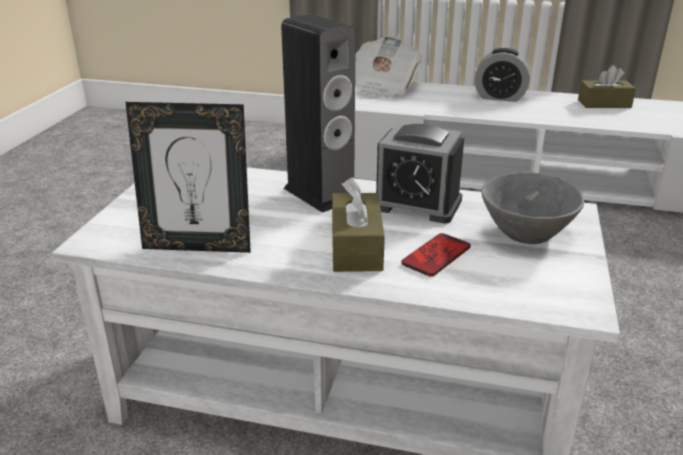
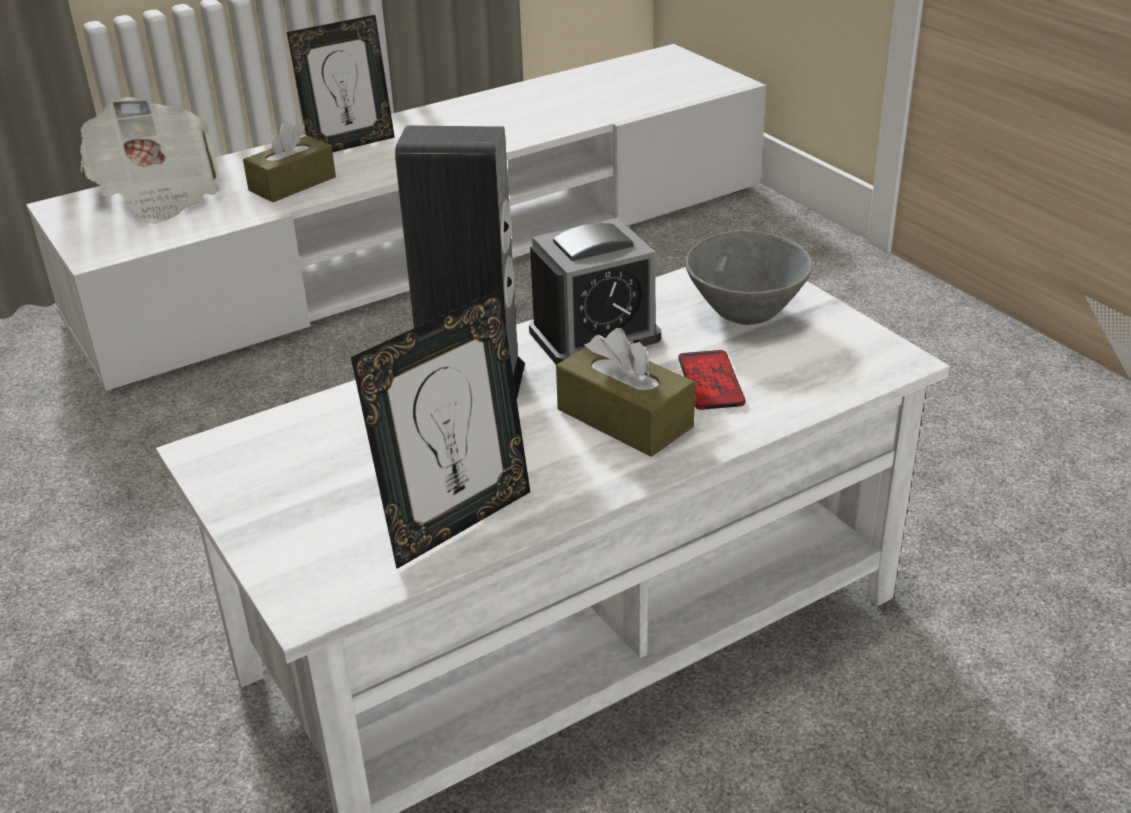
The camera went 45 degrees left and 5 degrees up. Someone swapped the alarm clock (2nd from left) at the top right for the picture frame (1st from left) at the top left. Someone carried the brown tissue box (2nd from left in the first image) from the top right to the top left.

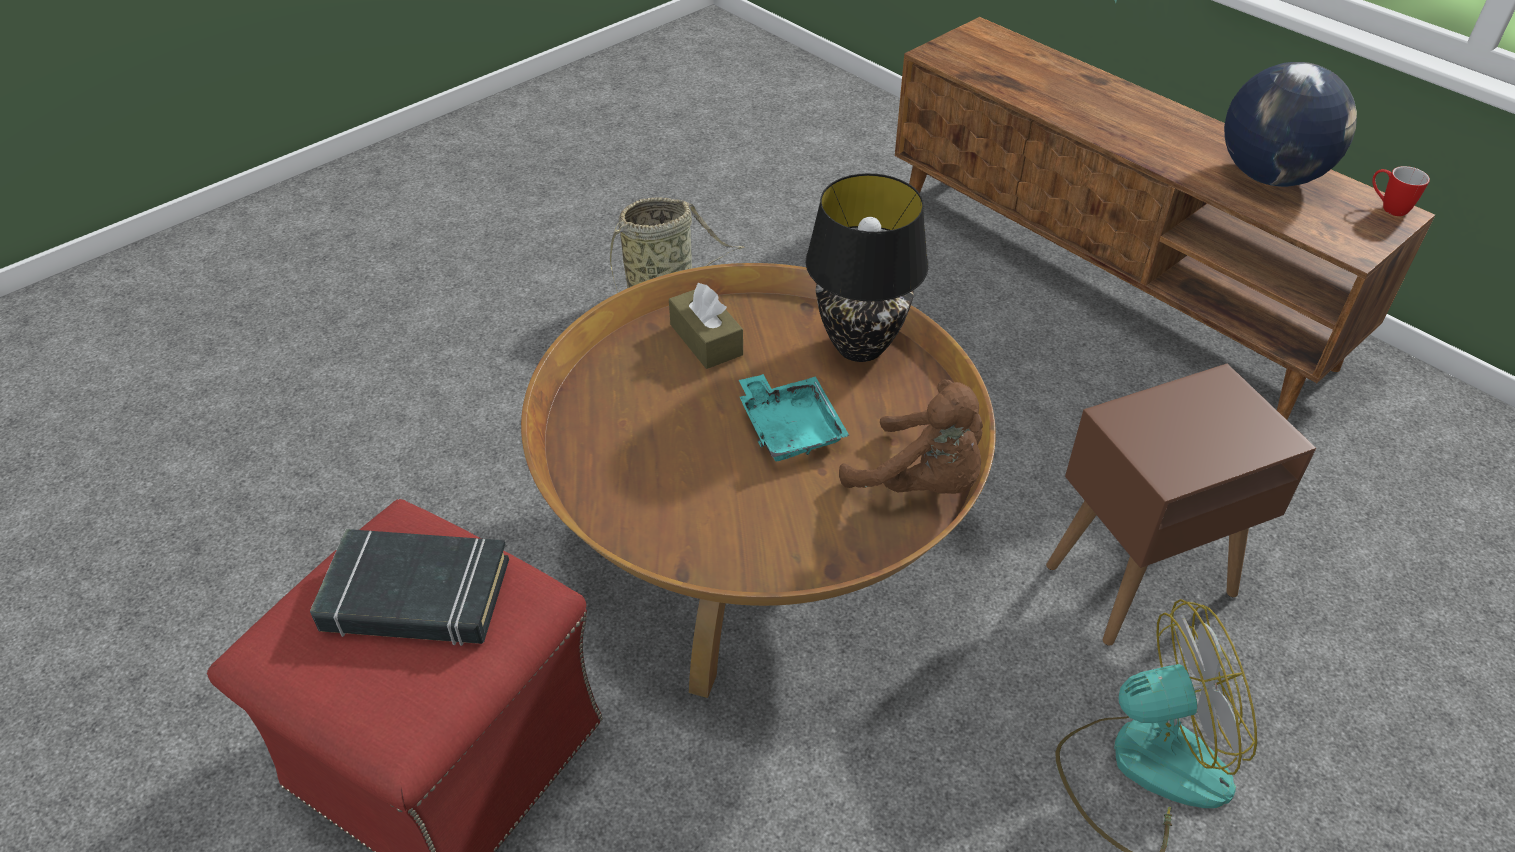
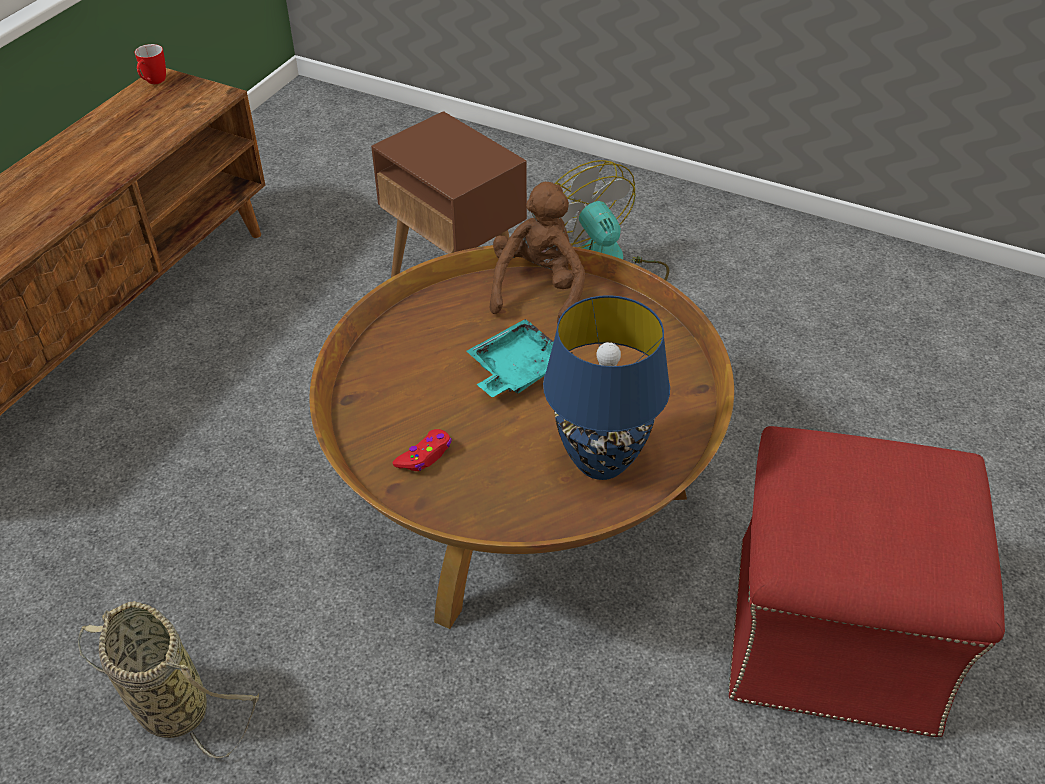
The camera went 110 degrees left and 0 degrees up. Someone took away the black book at the bottom left. Someone swapped the brown tissue box at the centre for the red game controller at the centre. Someone took away the black table lamp at the top centre. Someone took away the globe at the top right. Someone put down the blue table lamp at the centre.

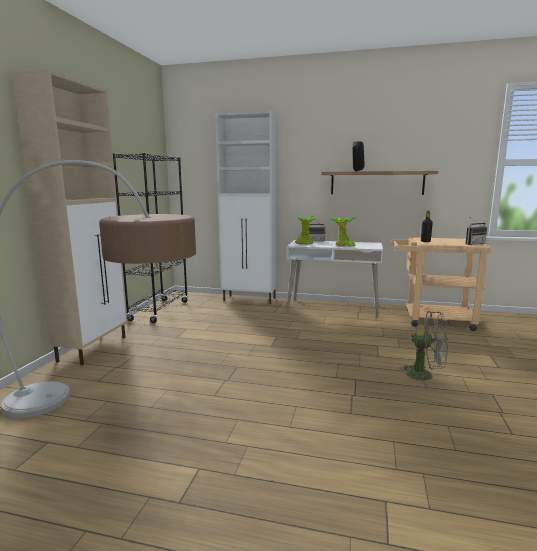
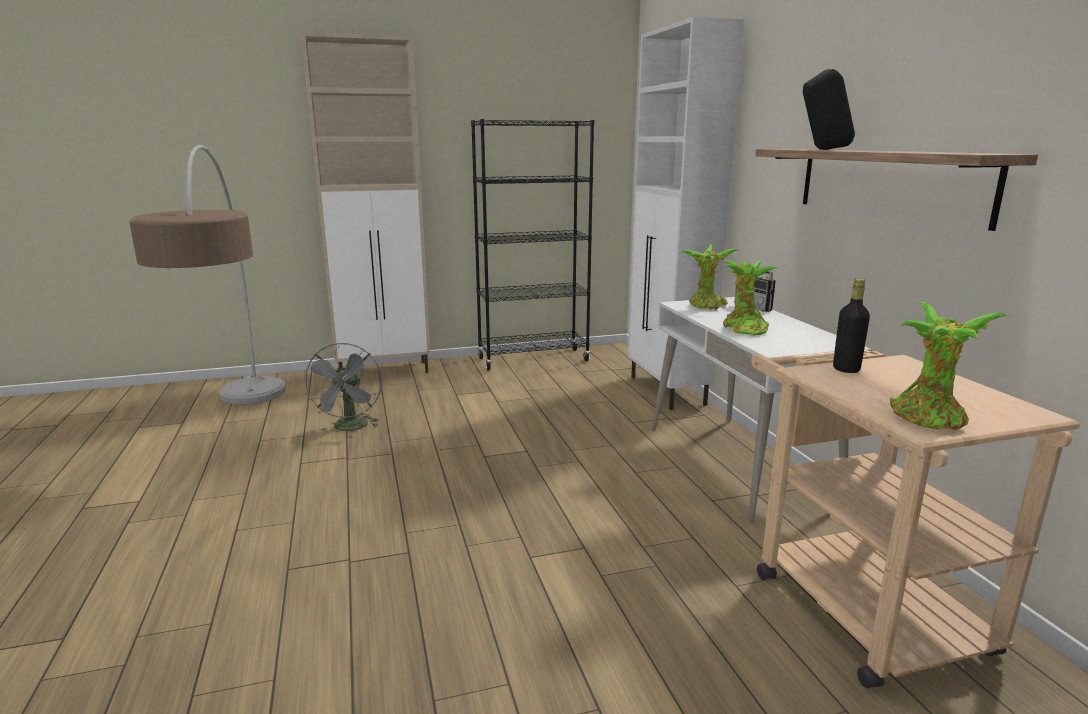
The camera went 60 degrees right and 5 degrees up. Someone carried the grey fan from the middle right to the middle left. Someone swapped the radio (2nd from left) at the middle right for the potted plant (3rd from left) at the middle right.

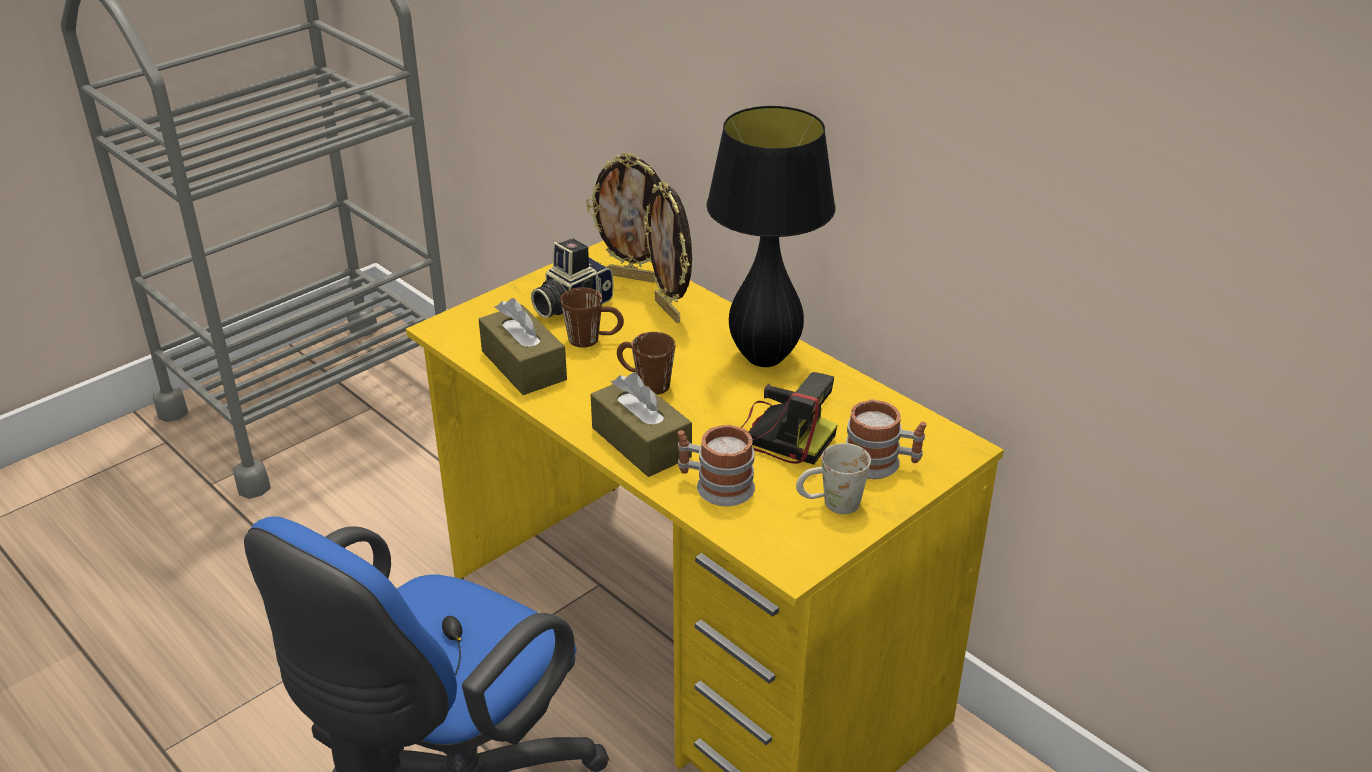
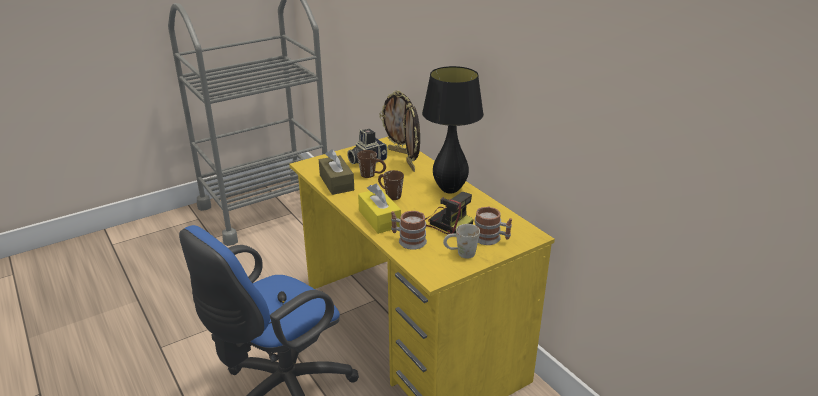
The camera went 10 degrees right and 5 degrees down. Someone repainted the brown tissue box (2nd from left) at the centre, which became the yellow tissue box at the centre.

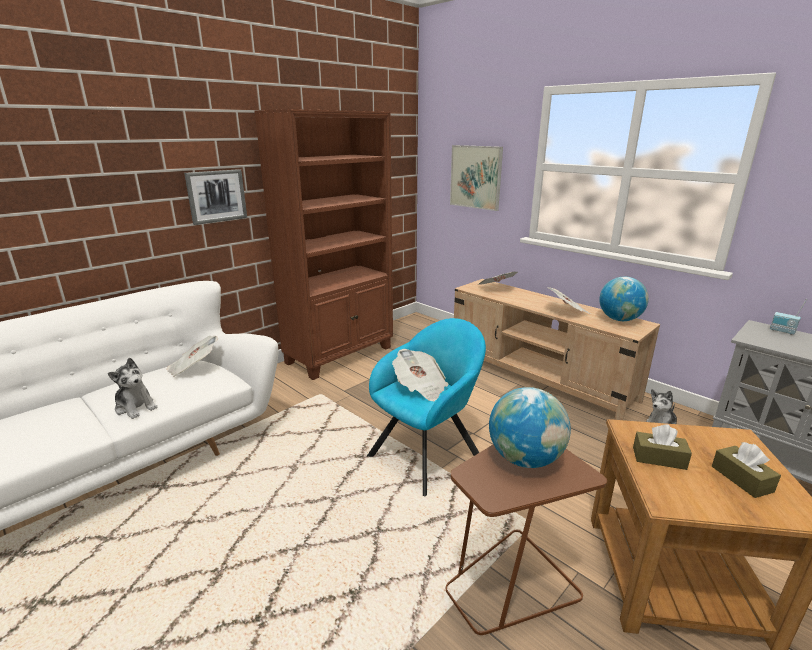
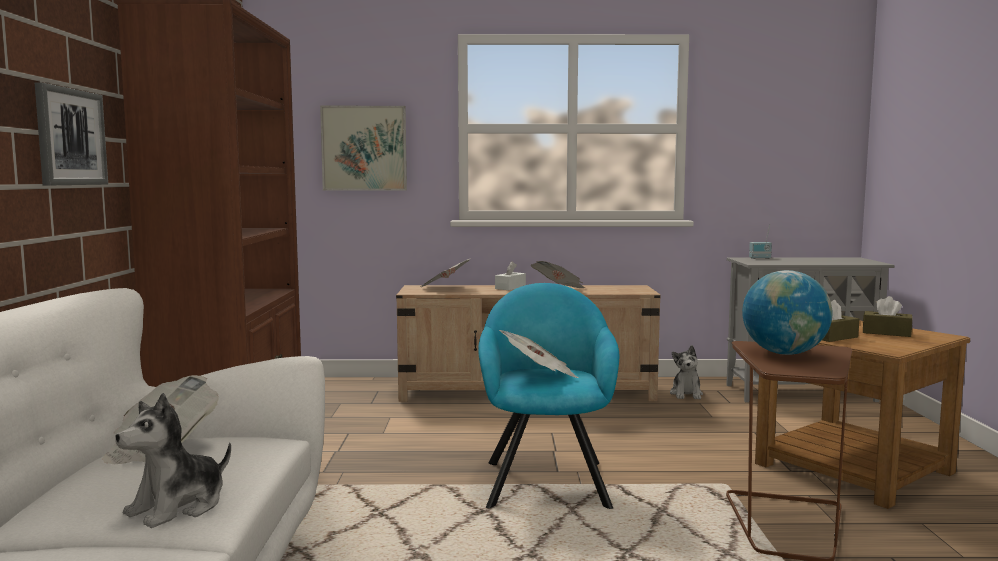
The camera went 45 degrees left and 15 degrees down. Someone rotated the plush toy (1st from left) at the middle left by 135 degrees clockwise. Someone took away the globe (2nd from left) at the middle right. Someone put down the white tissue box at the centre.

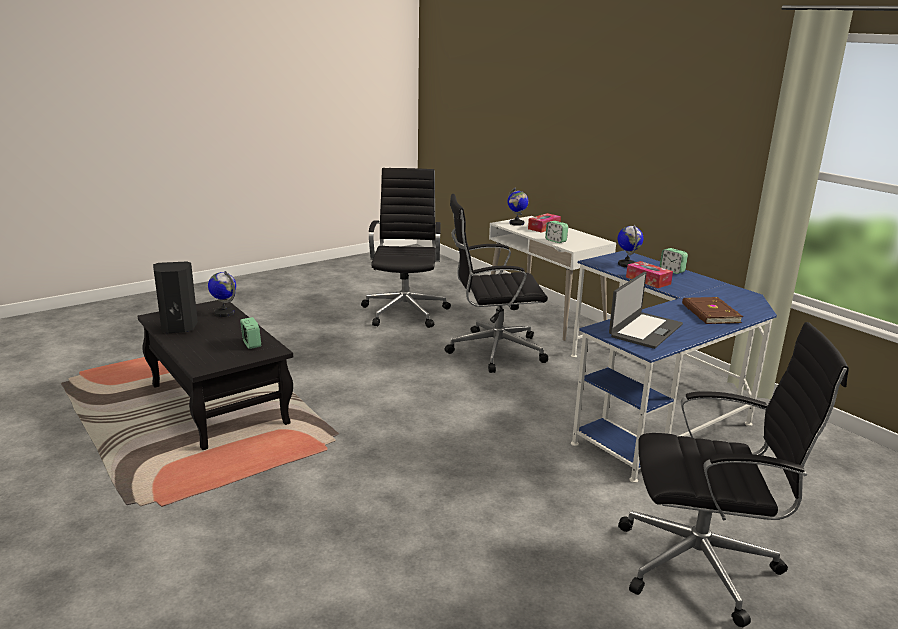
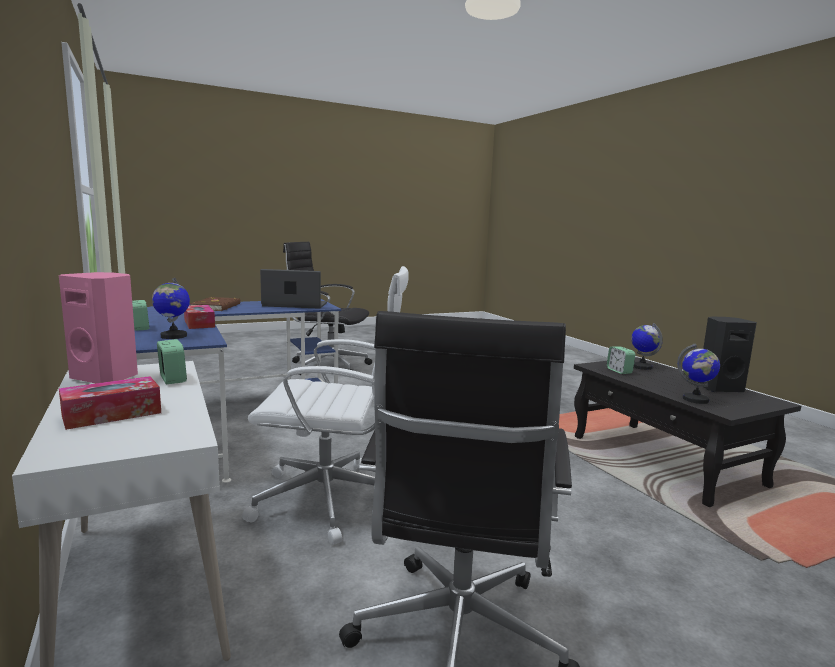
The camera went 170 degrees left and 10 degrees down. Someone repainted the black office chair (2nd from left) at the centre, which became the white office chair at the centre. Someone carried the globe (2nd from left) from the top centre to the middle right. Someone rotated the laptop at the middle right by 45 degrees clockwise. Someone put down the pink speaker at the middle left.

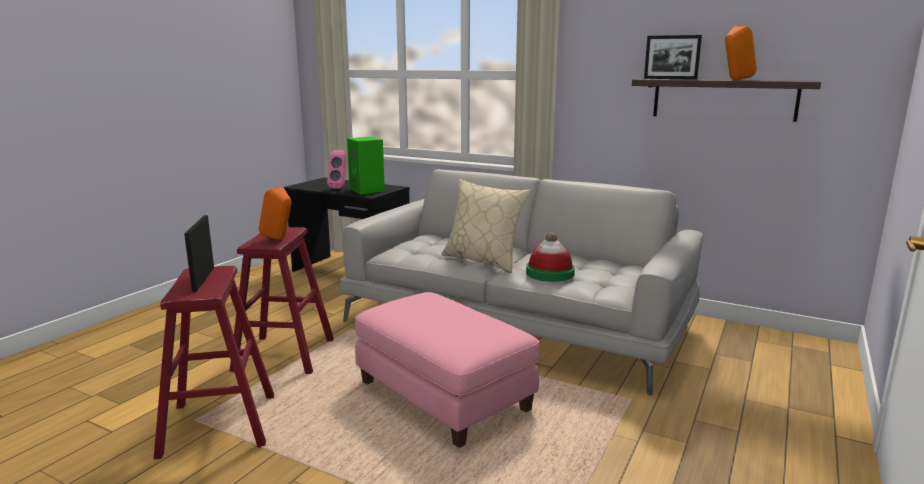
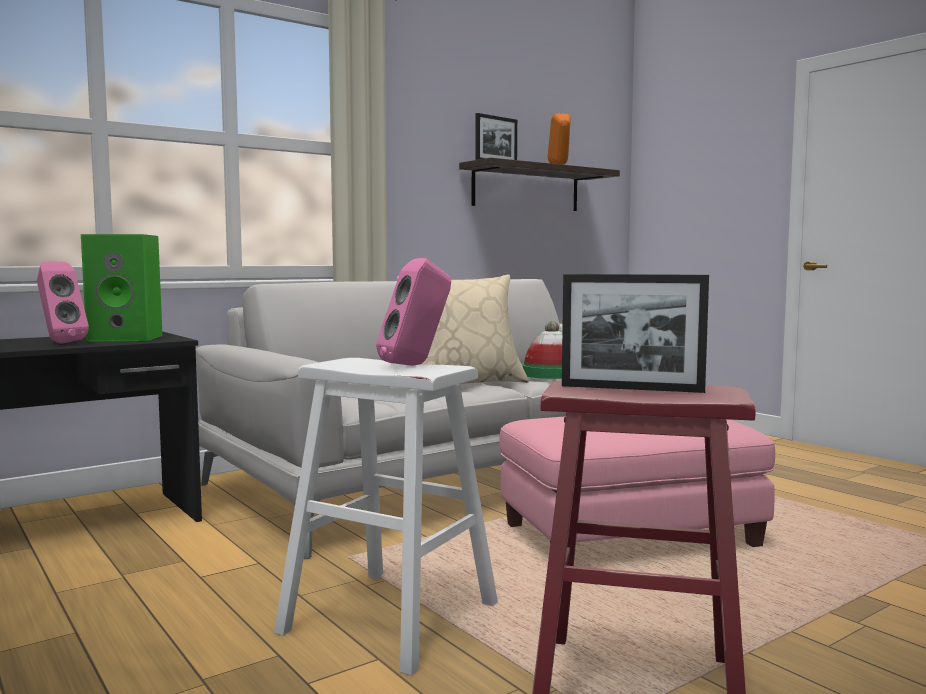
The camera went 65 degrees left and 10 degrees down. Someone repainted the red stool (2nd from left) at the middle left, which became the white stool at the bottom centre. Someone repainted the orange speaker (1st from left) at the middle left, which became the pink speaker (2nd from left) at the centre.

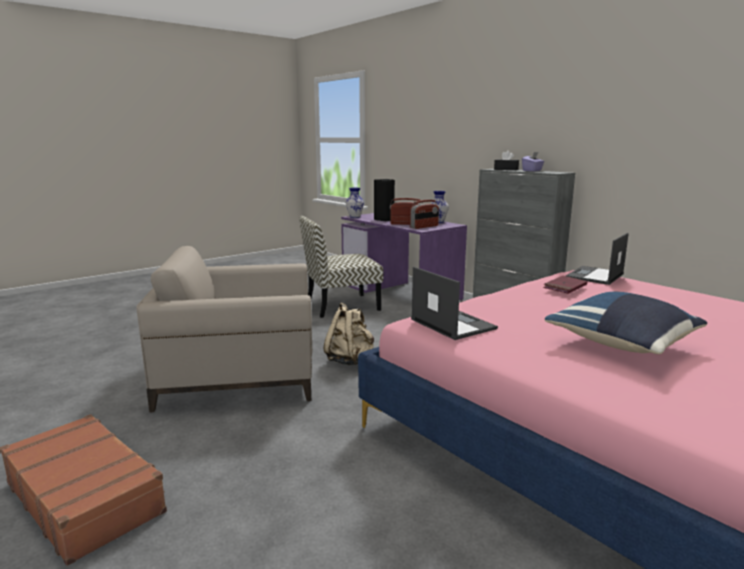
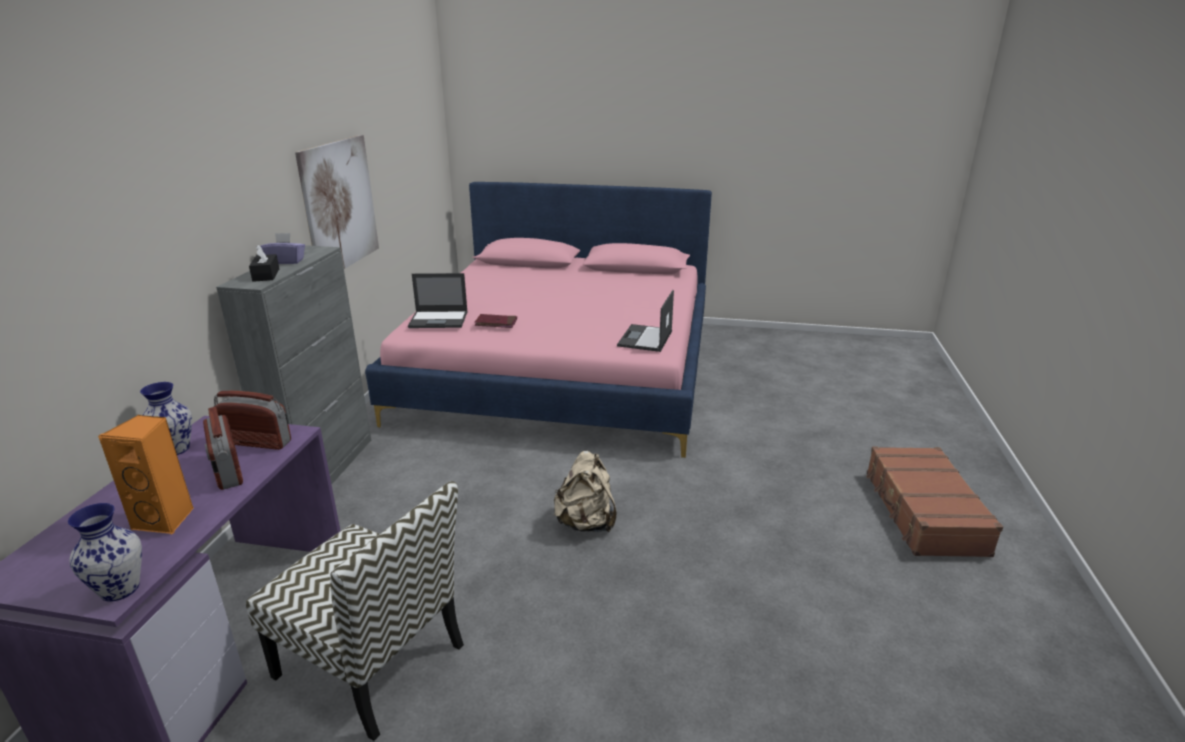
The camera went 130 degrees left and 10 degrees up. Someone took away the beige armchair at the middle left. Someone repainted the black speaker at the centre, which became the orange speaker at the middle left. Someone took away the blue pillow at the middle right. Someone put up the picture at the top left.

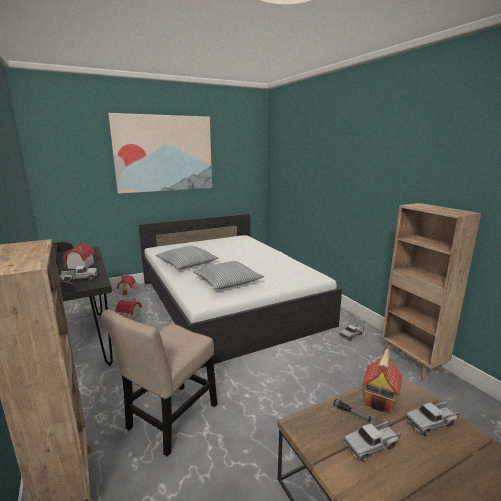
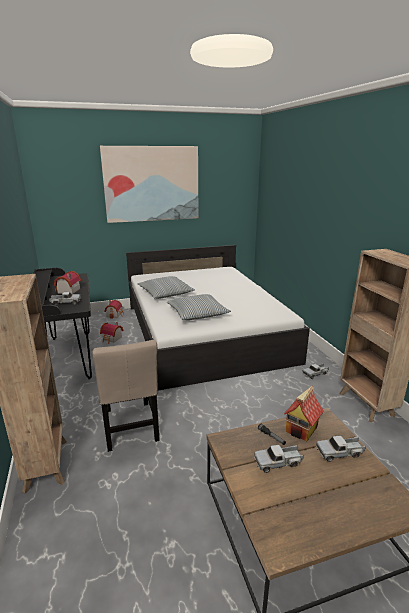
The camera went 10 degrees right and 5 degrees up. Someone rotated the beige chair at the bottom left by 60 degrees counterclockwise.

